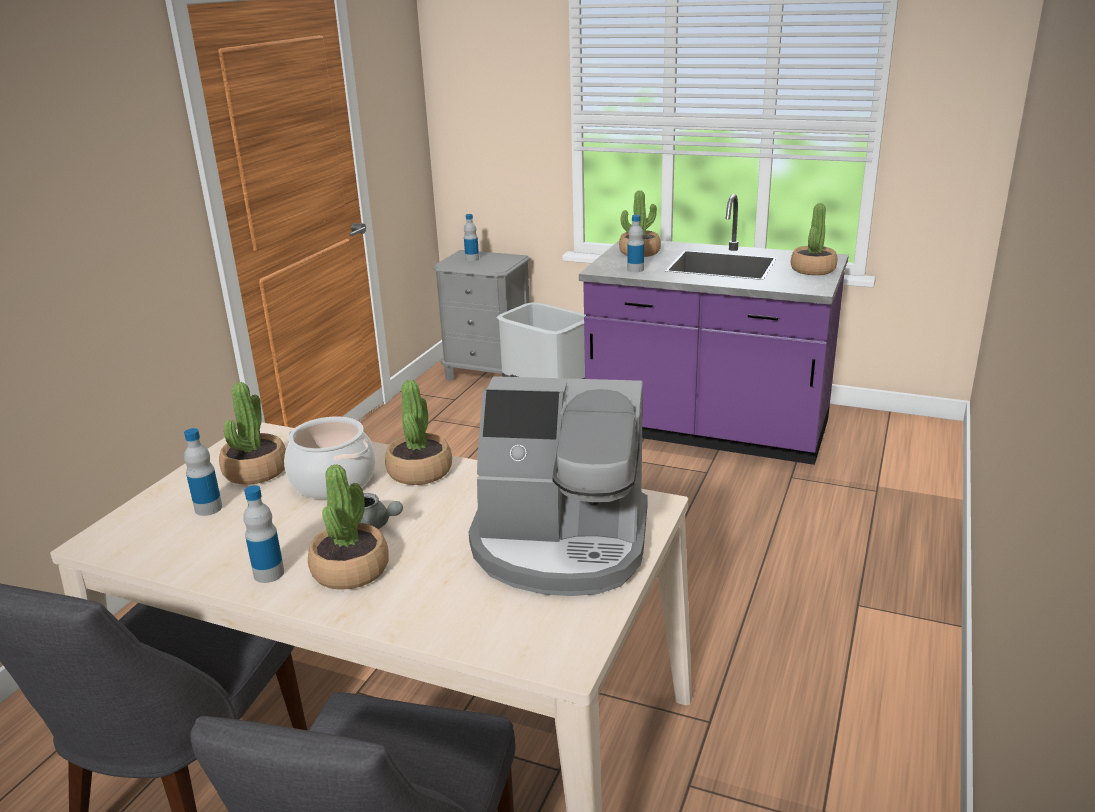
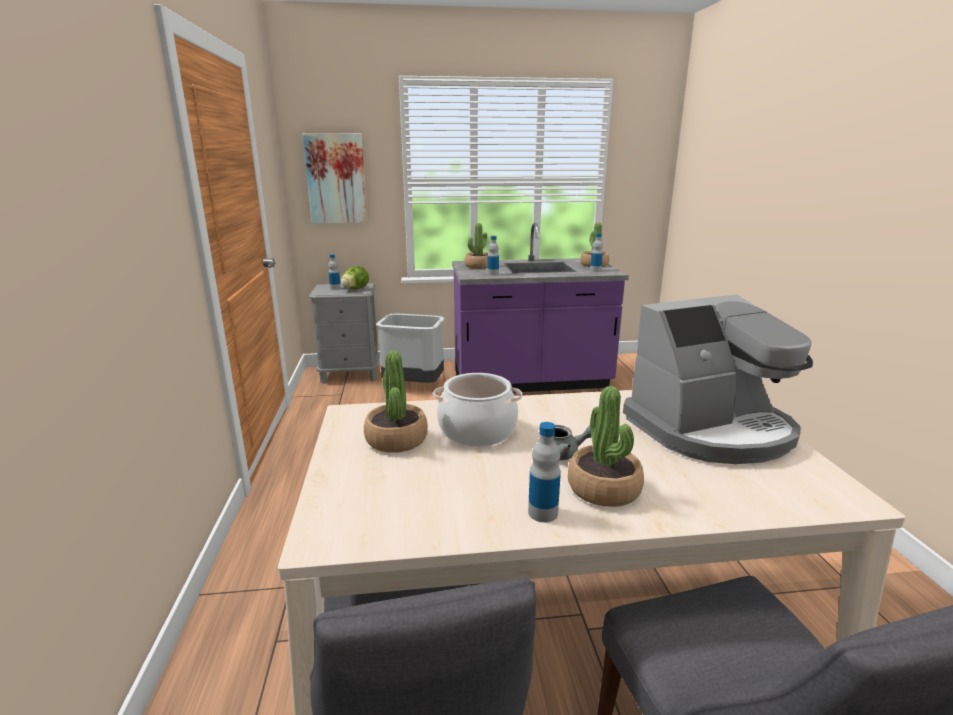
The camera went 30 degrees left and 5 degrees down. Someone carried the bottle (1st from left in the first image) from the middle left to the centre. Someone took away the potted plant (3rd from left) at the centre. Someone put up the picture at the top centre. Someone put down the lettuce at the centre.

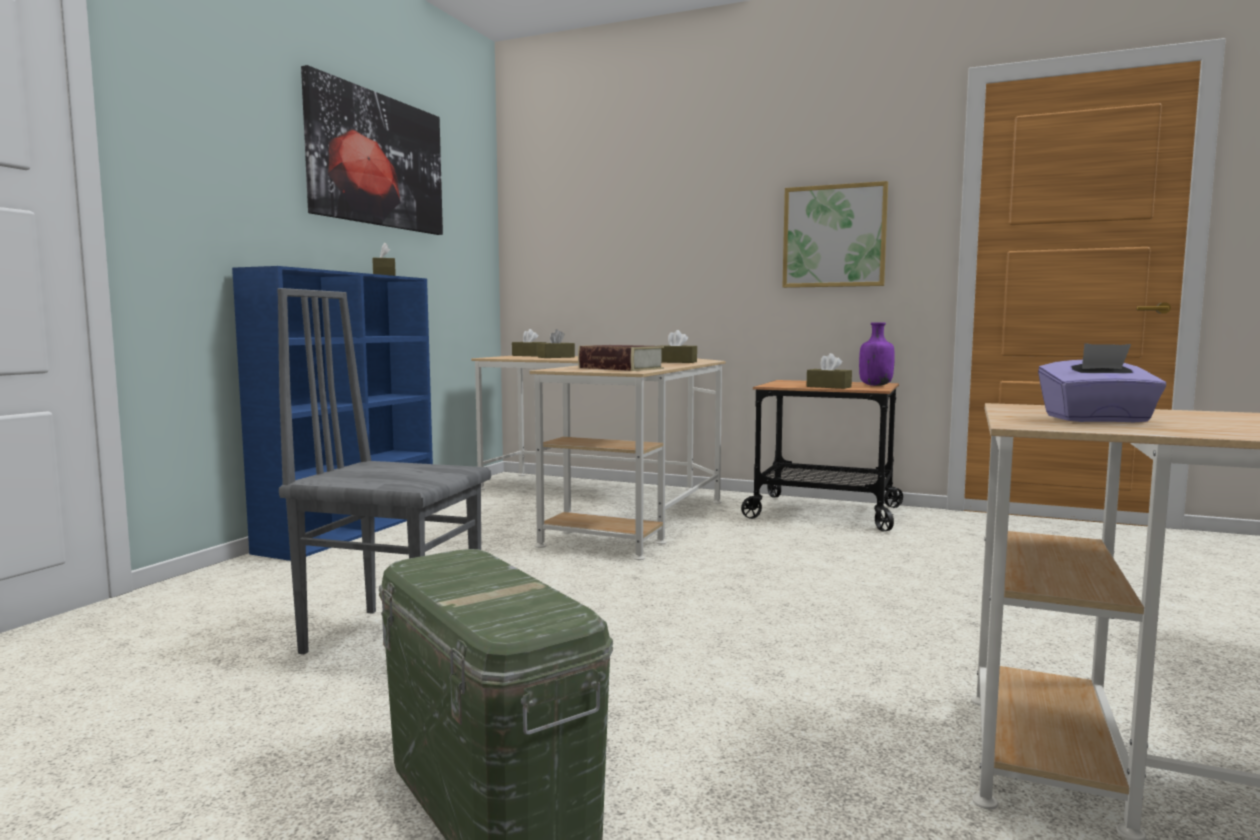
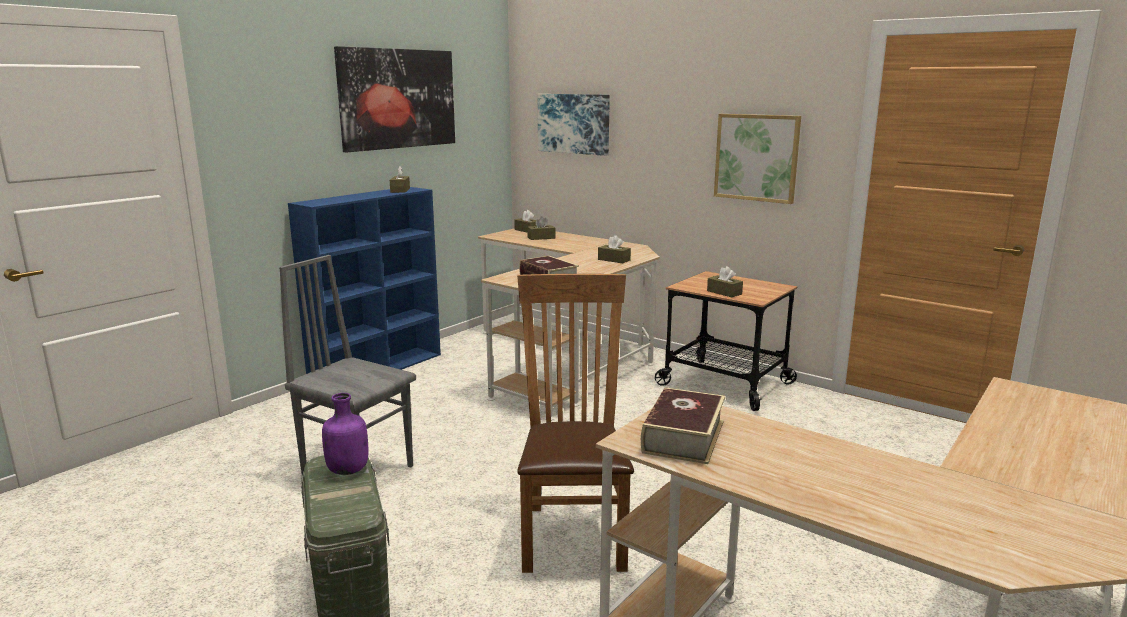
The camera went 15 degrees right and 10 degrees up. Someone carried the purple bottle from the middle right to the bottom left. Someone swapped the purple tissue box at the middle right for the book (2nd from left) at the bottom centre. Someone put down the brown chair at the bottom centre. Someone put up the picture (2nd from left) at the top centre.

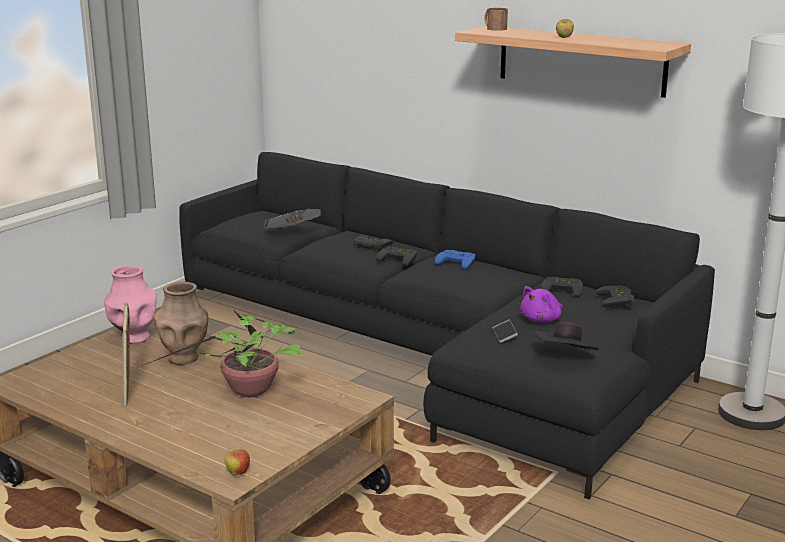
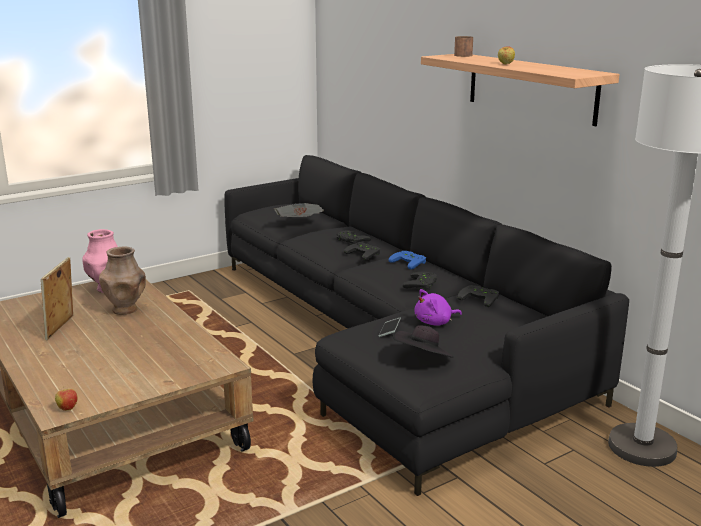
The camera went 20 degrees right and 0 degrees up. Someone took away the potted plant at the middle left. Someone carried the black game controller (4th from left in the first image) from the middle right to the centre.

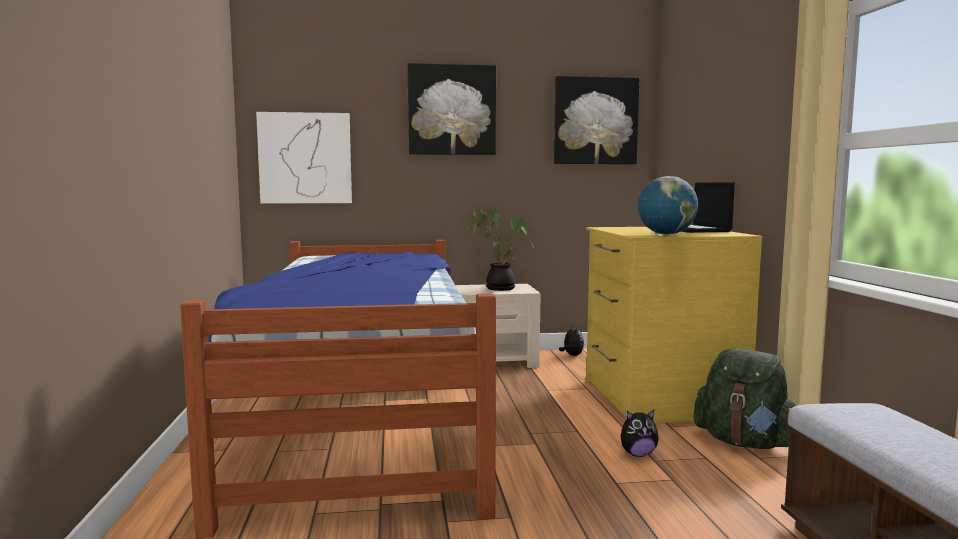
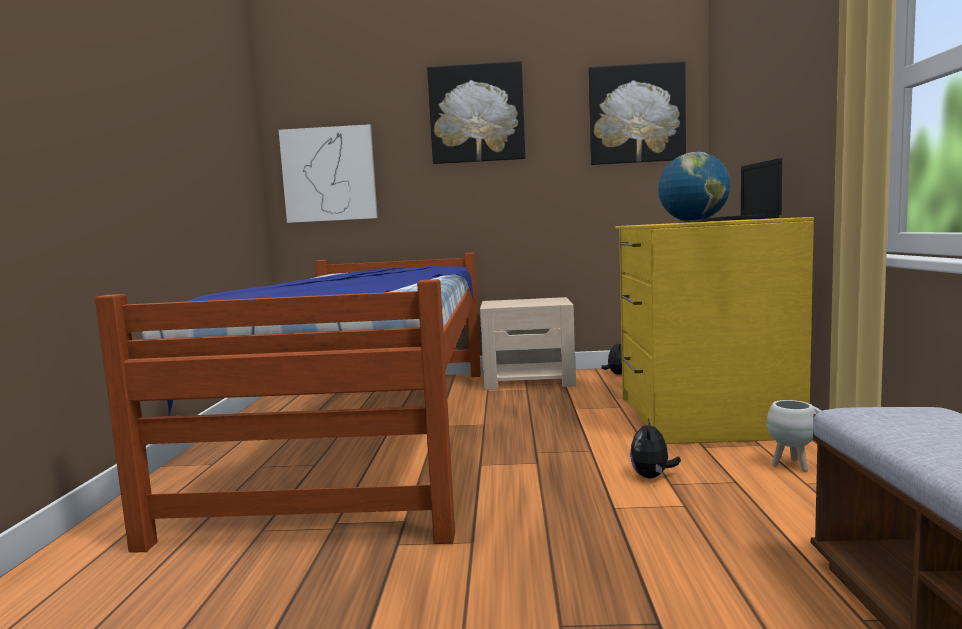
The camera went 10 degrees right and 0 degrees up. Someone took away the potted plant at the centre. Someone rotated the plush toy (2nd from left) at the bottom right by 105 degrees clockwise. Someone swapped the green backpack at the bottom right for the white planter at the bottom right.

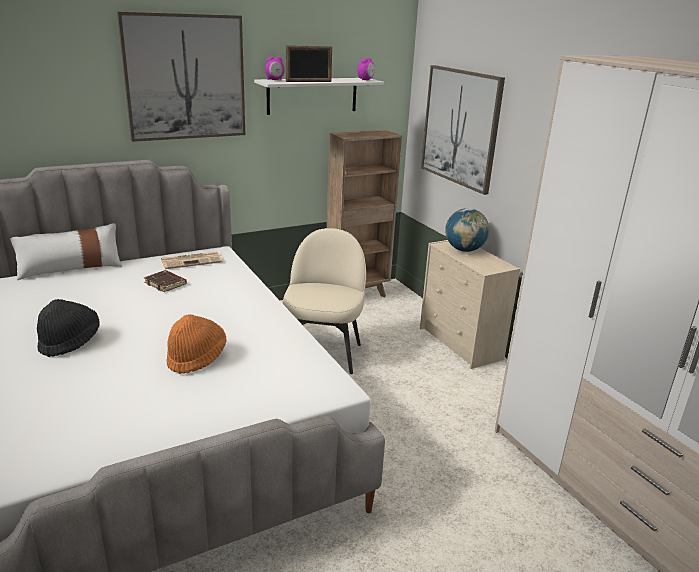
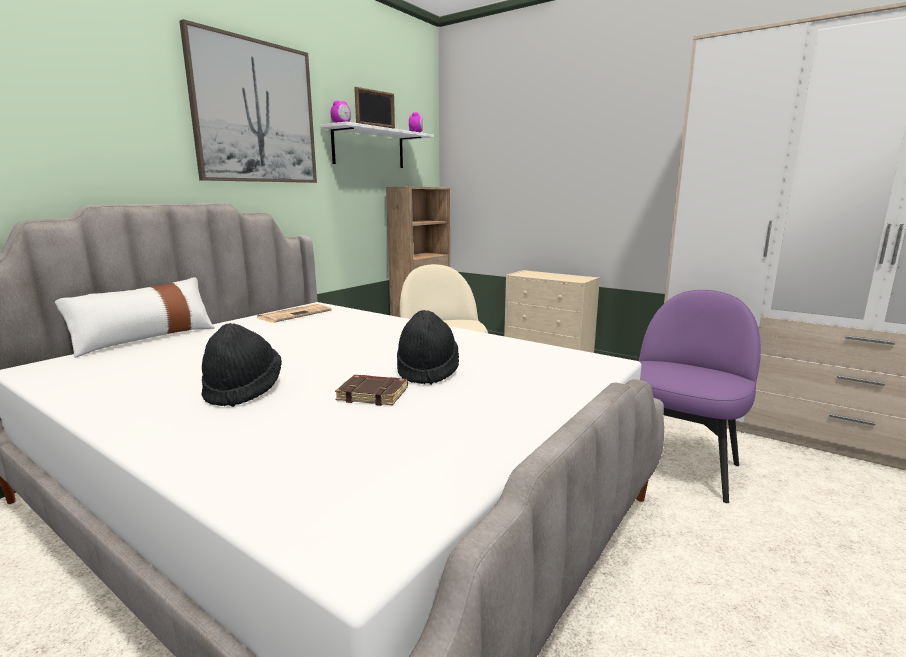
The camera went 25 degrees left and 10 degrees down. Someone carried the brown book from the middle left to the centre. Someone repainted the orange hat at the middle left, which became the black hat (2nd from left) at the centre. Someone took away the picture (2nd from left) at the top centre. Someone took away the globe at the middle right. Someone put down the purple chair at the middle right.

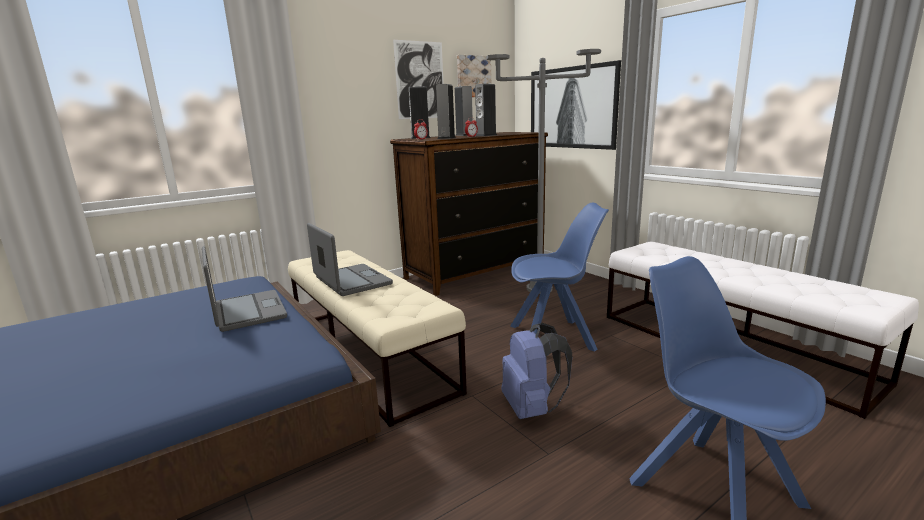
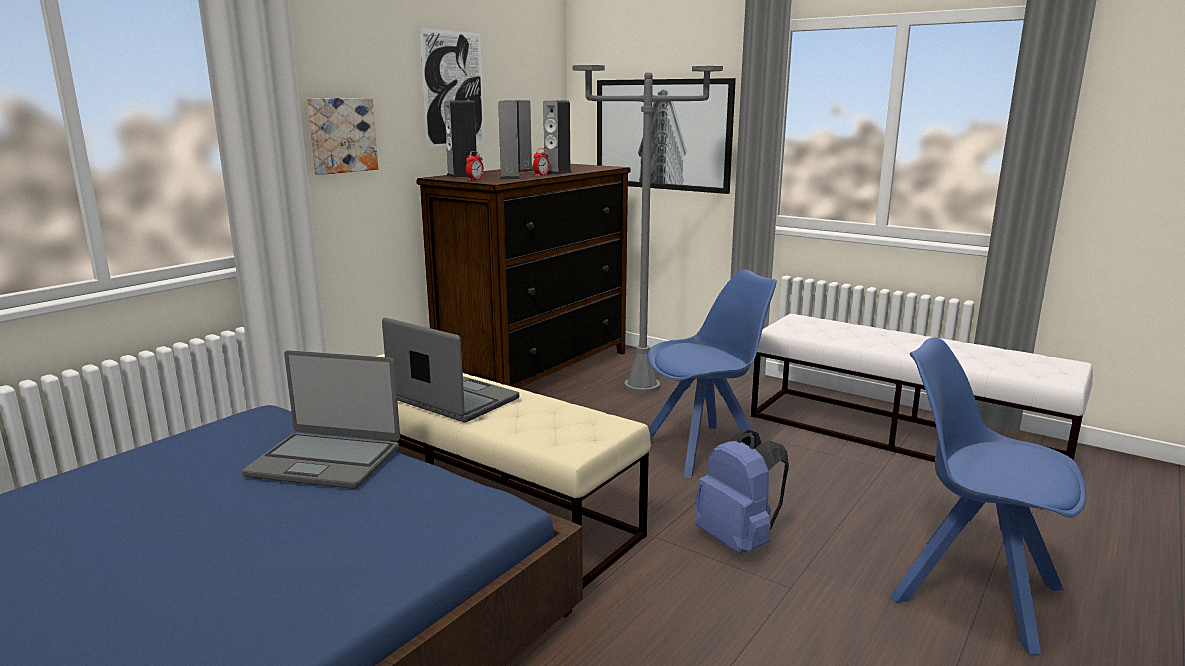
The camera went 20 degrees left and 0 degrees up. Someone rotated the laptop (1st from left) at the middle left by 150 degrees clockwise. Someone carried the picture (2nd from left in the first image) from the top centre to the top left.

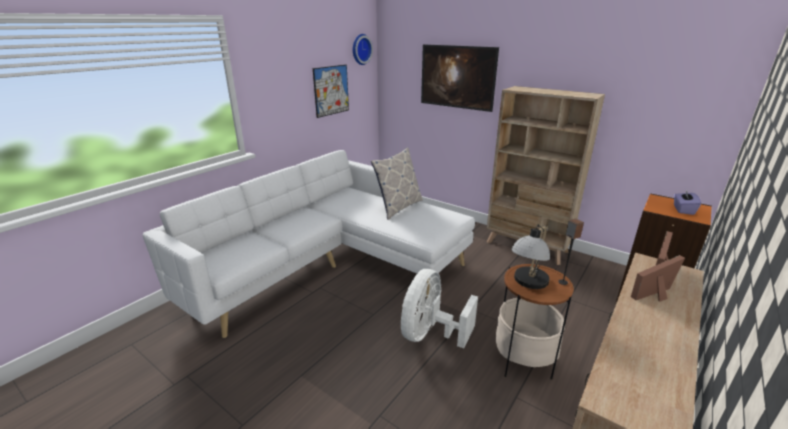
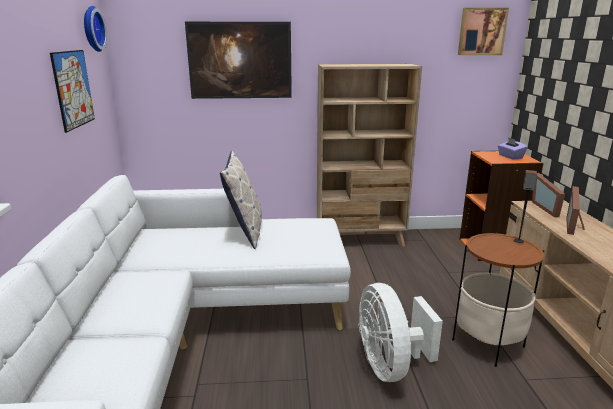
The camera went 40 degrees left and 5 degrees down. Someone took away the table lamp at the middle right. Someone put up the picture (3rd from left) at the top right.

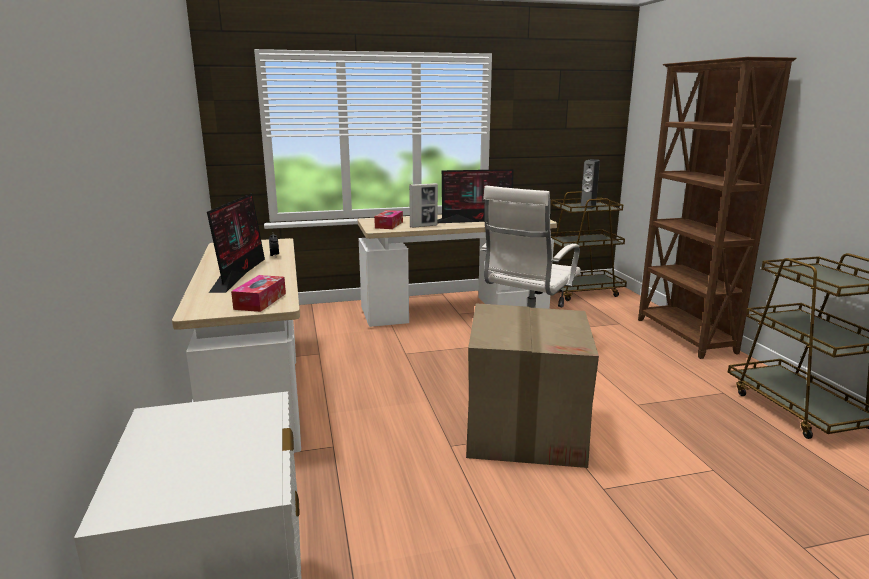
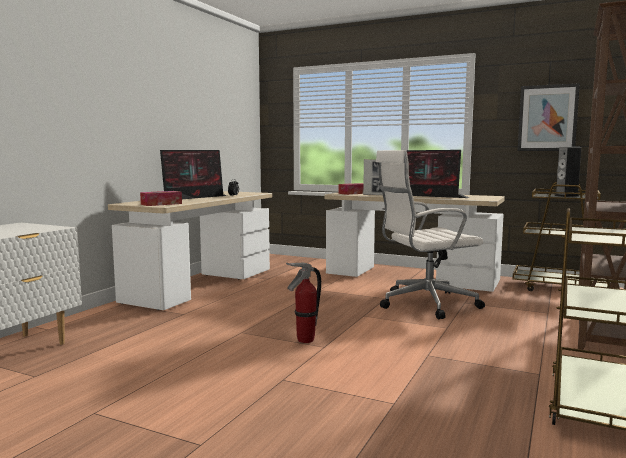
The camera went 40 degrees right and 10 degrees down. Someone swapped the cardboard box at the centre for the fire extinguisher at the centre. Someone put up the picture at the top right.

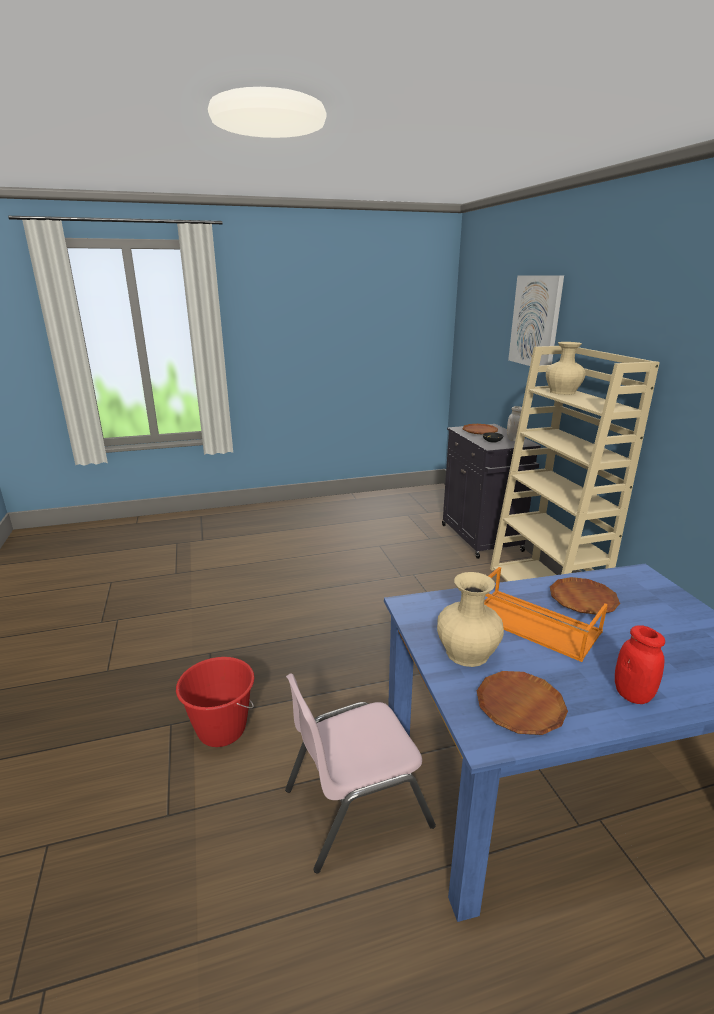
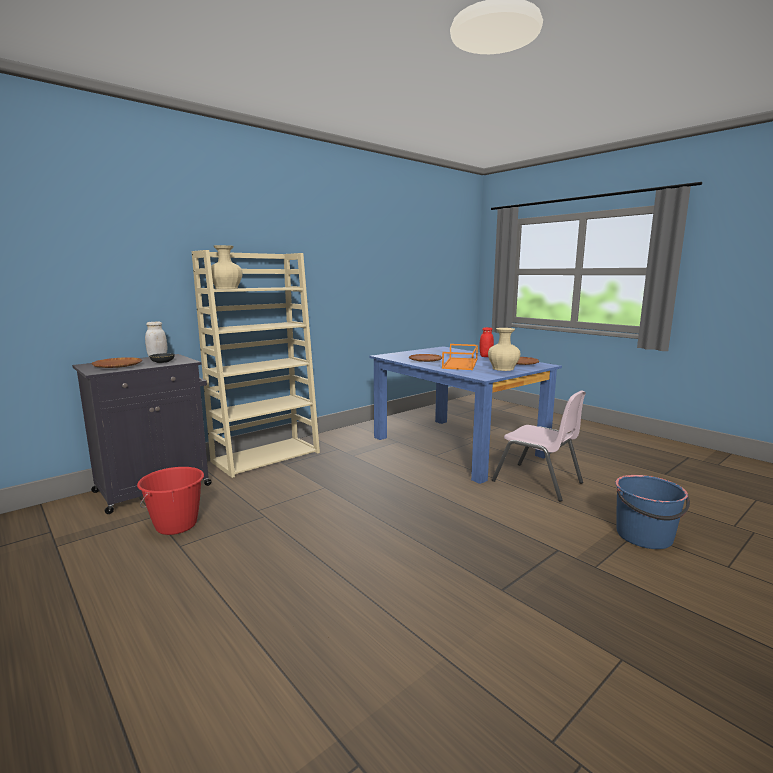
The camera went 115 degrees left and 10 degrees down. Someone carried the red bucket from the bottom left to the middle left. Someone took away the picture at the top right. Someone put down the blue bucket at the middle right.

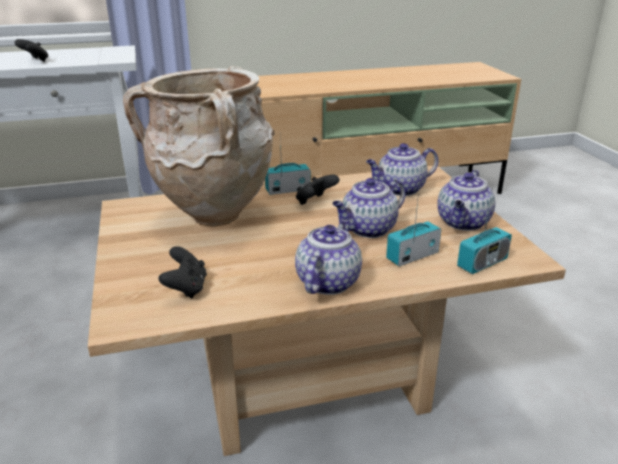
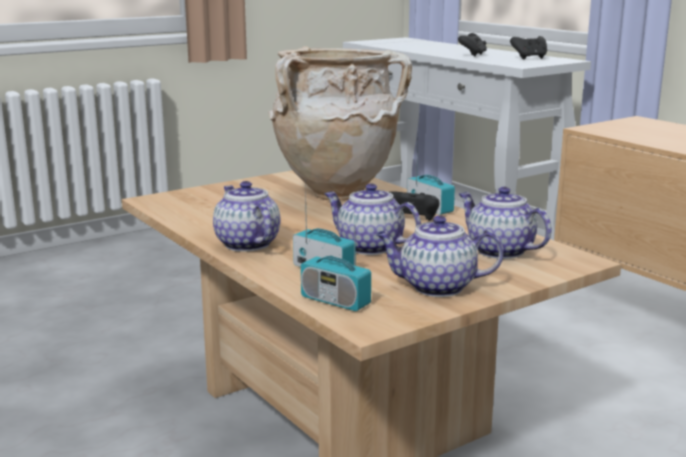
The camera went 70 degrees right and 10 degrees down. Someone carried the black game controller (2nd from left in the first image) from the middle left to the top right. Someone rotated the teapot (1st from left) at the centre by 120 degrees counterclockwise.

